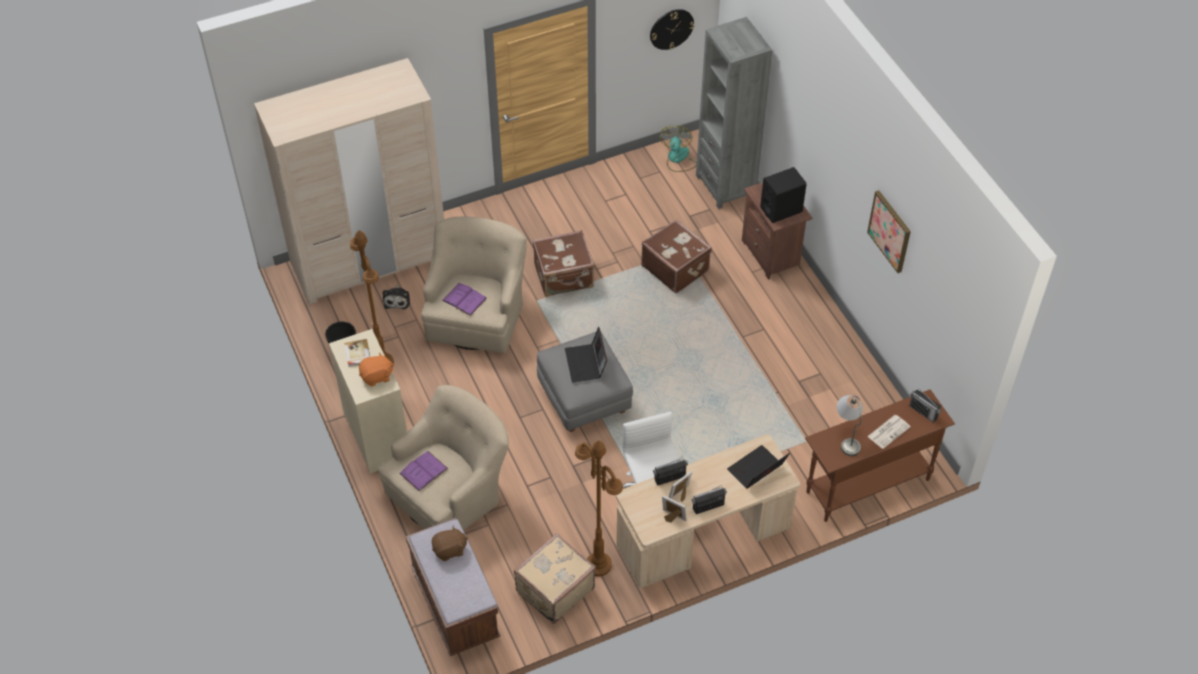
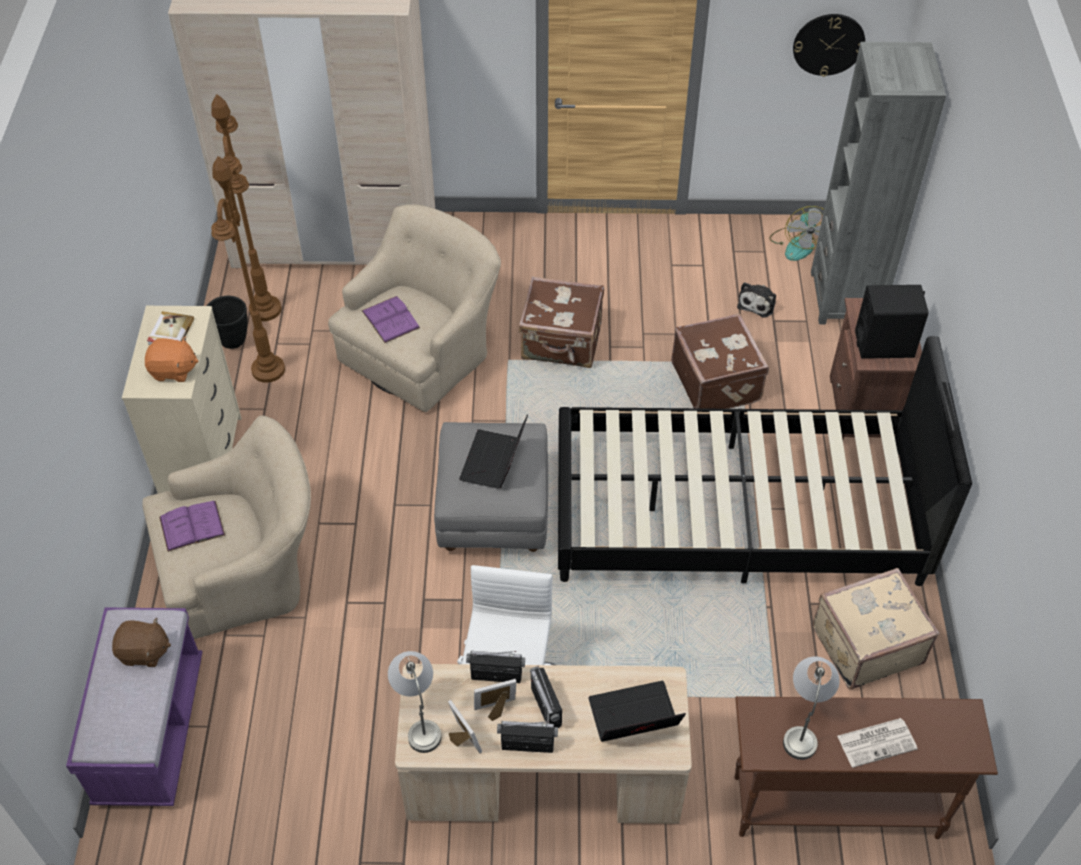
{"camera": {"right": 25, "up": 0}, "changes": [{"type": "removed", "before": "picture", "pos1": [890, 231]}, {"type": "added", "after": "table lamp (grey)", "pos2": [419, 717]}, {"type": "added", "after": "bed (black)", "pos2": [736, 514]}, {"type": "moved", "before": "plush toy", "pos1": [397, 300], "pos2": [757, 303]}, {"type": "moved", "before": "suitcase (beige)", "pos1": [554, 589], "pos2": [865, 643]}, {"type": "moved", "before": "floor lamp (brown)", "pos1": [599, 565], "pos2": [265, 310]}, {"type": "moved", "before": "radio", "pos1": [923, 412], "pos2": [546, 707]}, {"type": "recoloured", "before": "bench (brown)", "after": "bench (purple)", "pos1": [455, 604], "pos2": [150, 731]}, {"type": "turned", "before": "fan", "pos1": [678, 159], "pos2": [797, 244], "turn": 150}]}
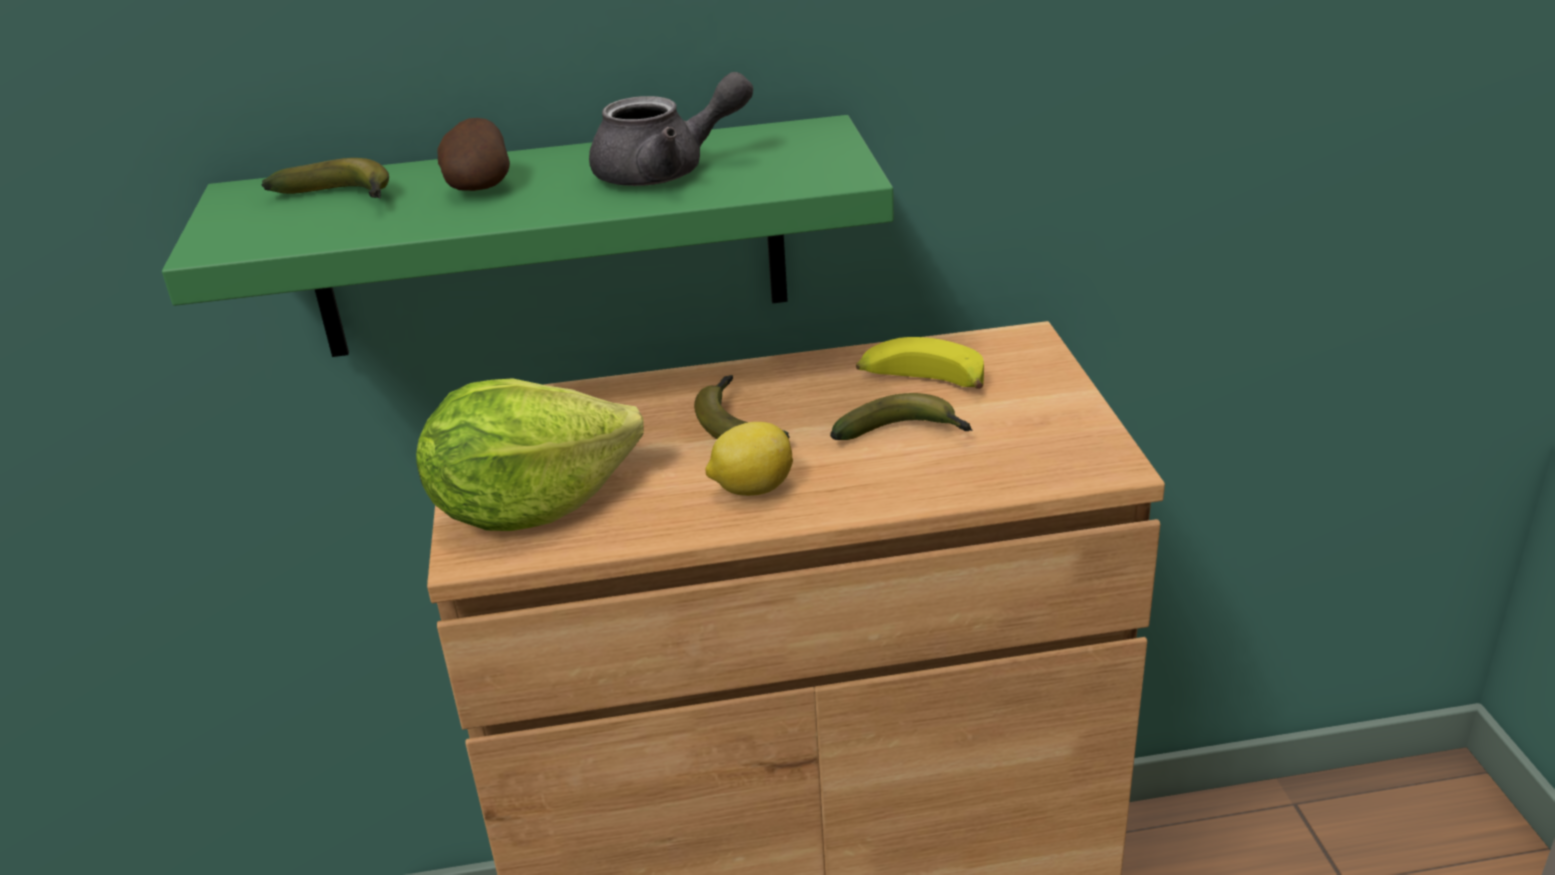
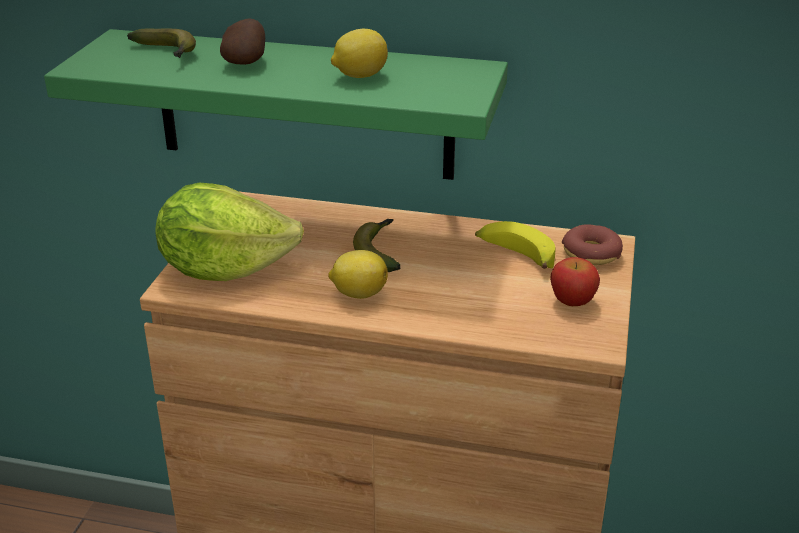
{"camera": {"right": 20, "up": 0}, "changes": [{"type": "removed", "before": "banana", "pos1": [905, 434]}, {"type": "added", "after": "apple", "pos2": [572, 301]}, {"type": "added", "after": "donut", "pos2": [591, 254]}, {"type": "replaced", "before": "teapot (grey)", "after": "lemon", "pos1": [666, 171], "pos2": [359, 76]}]}
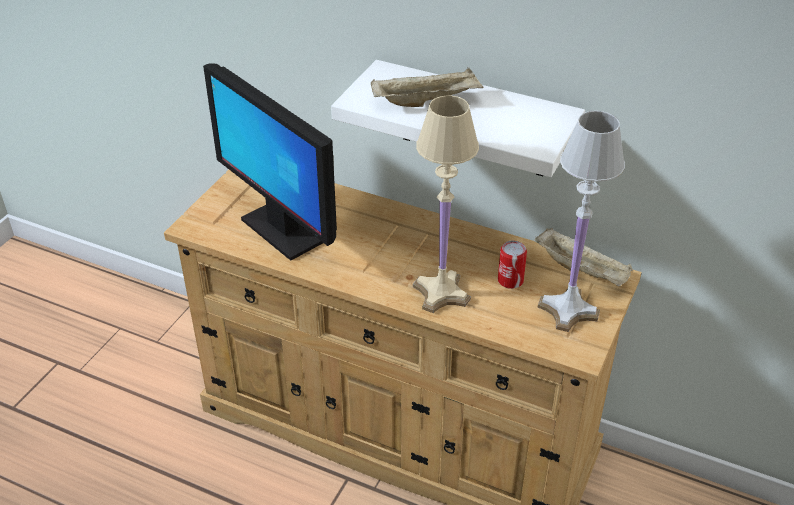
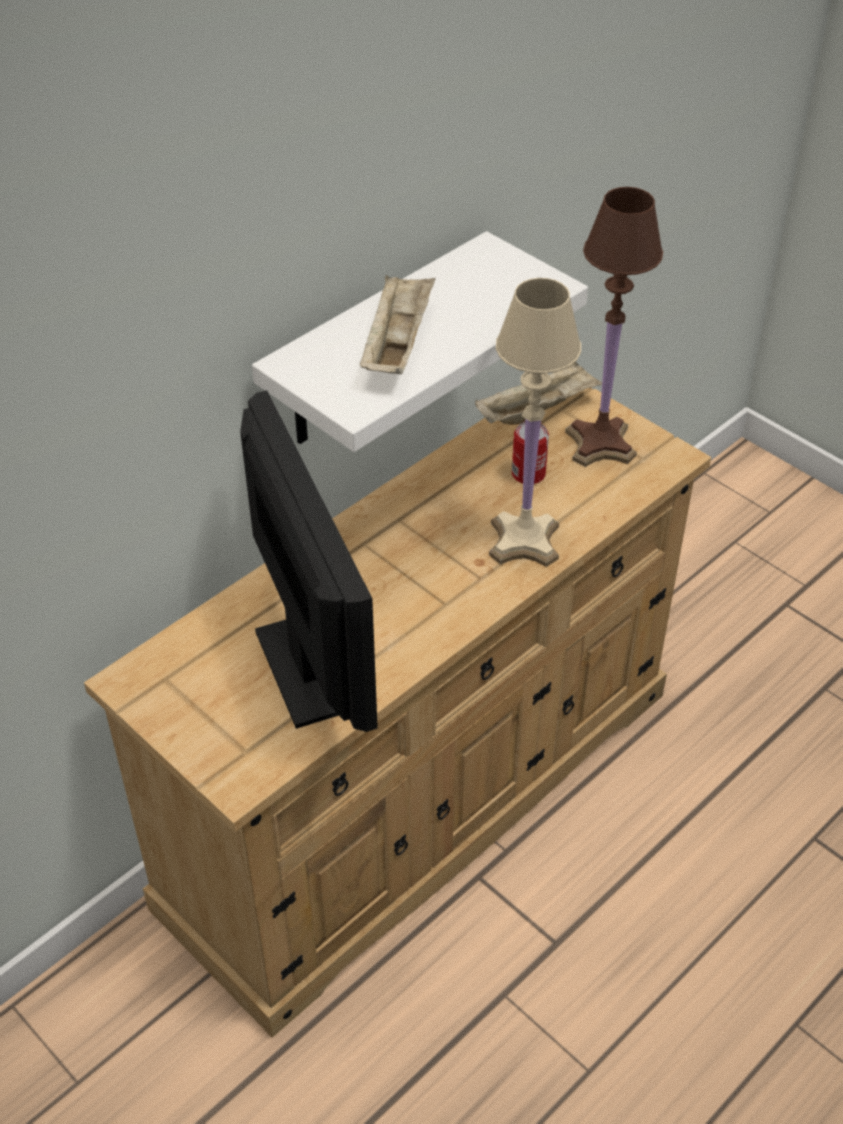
{"camera": {"right": -70, "up": 5}, "changes": [{"type": "recoloured", "before": "table lamp (white)", "after": "table lamp (brown)", "pos1": [567, 309], "pos2": [599, 444]}, {"type": "turned", "before": "monitor", "pos1": [283, 230], "pos2": [309, 670], "turn": -90}]}
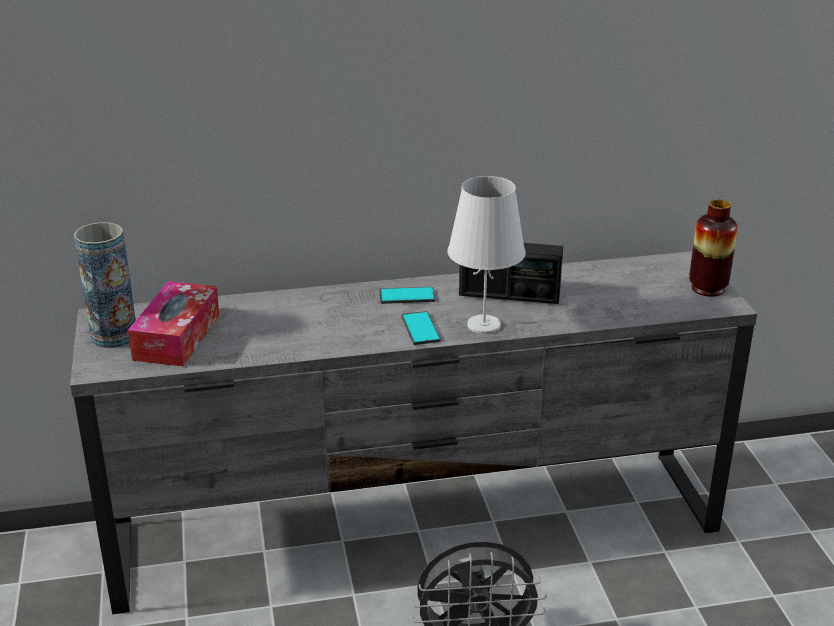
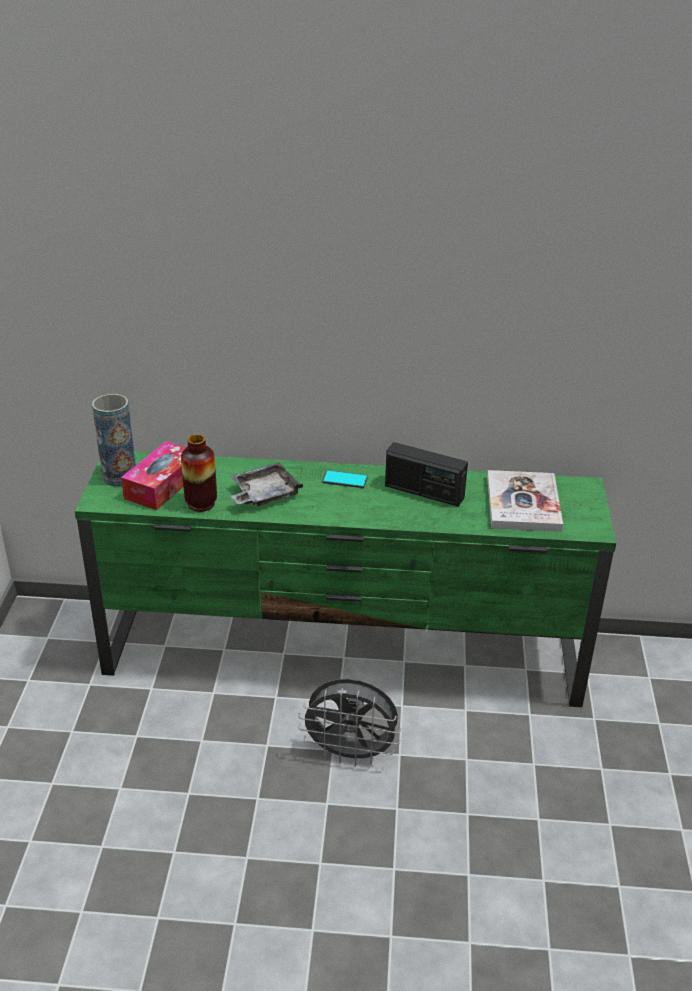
{"camera": {"right": 15, "up": 5}, "changes": [{"type": "removed", "before": "phone", "pos1": [420, 329]}, {"type": "removed", "before": "table lamp (white)", "pos1": [483, 325]}, {"type": "added", "after": "tray (grey)", "pos2": [264, 494]}, {"type": "added", "after": "book", "pos2": [523, 503]}, {"type": "moved", "before": "vase", "pos1": [707, 288], "pos2": [201, 504]}, {"type": "recoloured", "before": "tv stand (grey)", "after": "tv stand (green)", "pos1": [419, 528], "pos2": [345, 656]}]}
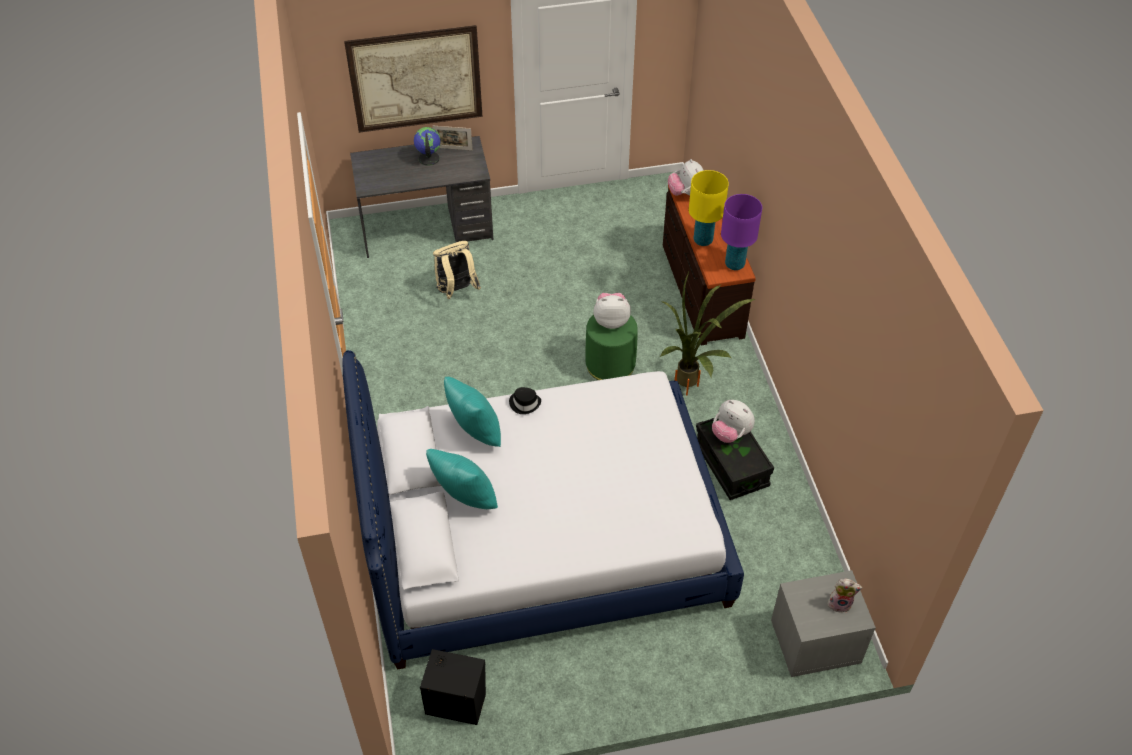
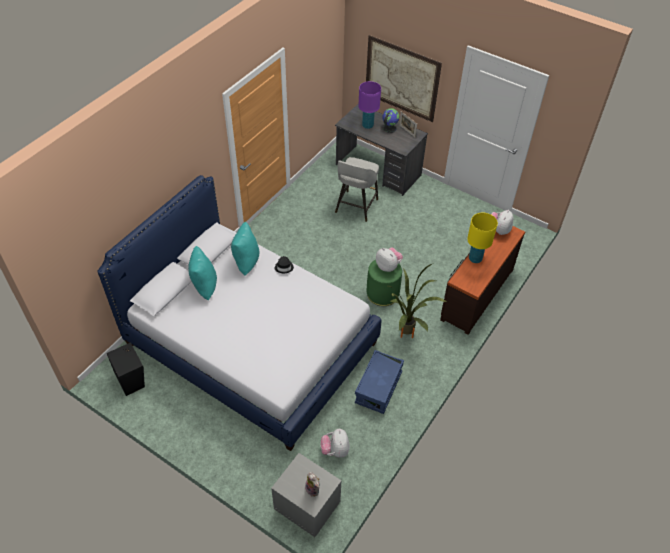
{"camera": {"right": 45, "up": 0}, "changes": [{"type": "moved", "before": "plush toy", "pos1": [730, 433], "pos2": [335, 450]}, {"type": "moved", "before": "table lamp (purple)", "pos1": [734, 264], "pos2": [367, 125]}, {"type": "replaced", "before": "backpack (beige)", "after": "stool (grey)", "pos1": [456, 291], "pos2": [356, 207]}, {"type": "recoloured", "before": "storage box (black)", "after": "storage box (blue)", "pos1": [731, 465], "pos2": [378, 388]}]}
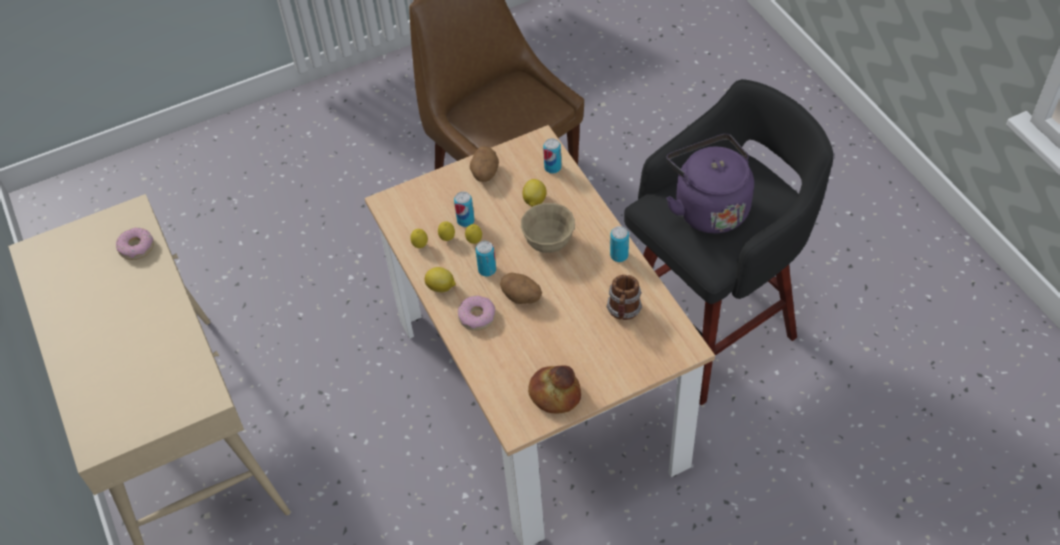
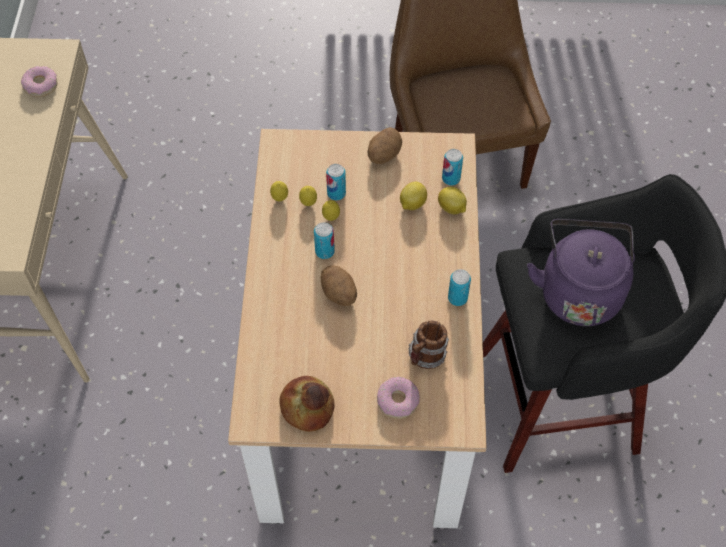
{"camera": {"right": 25, "up": 5}, "changes": [{"type": "removed", "before": "bowl (beige)", "pos1": [548, 242]}, {"type": "moved", "before": "lemon", "pos1": [441, 287], "pos2": [452, 208]}, {"type": "moved", "before": "donut", "pos1": [476, 317], "pos2": [397, 401]}]}
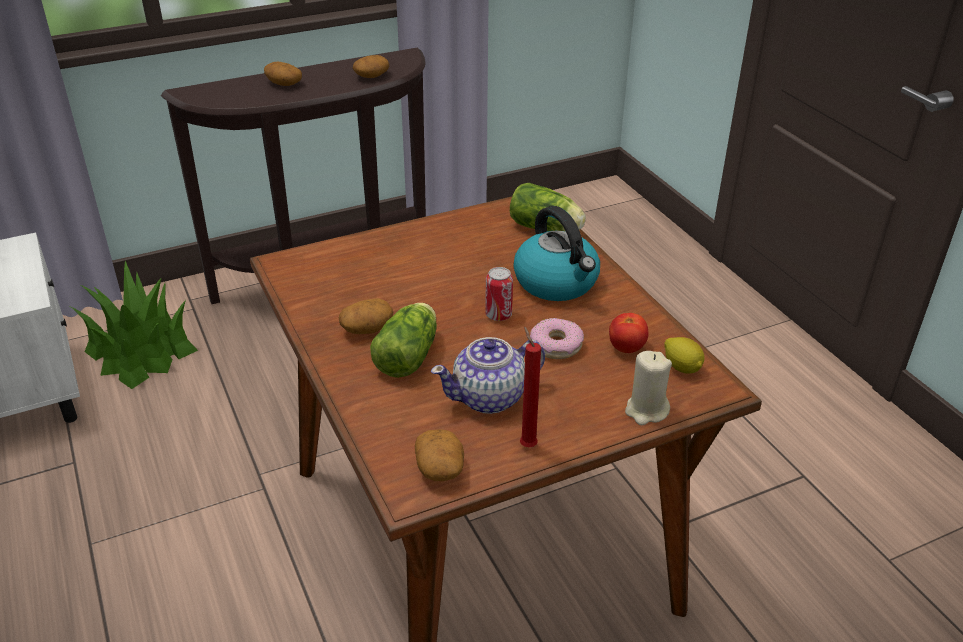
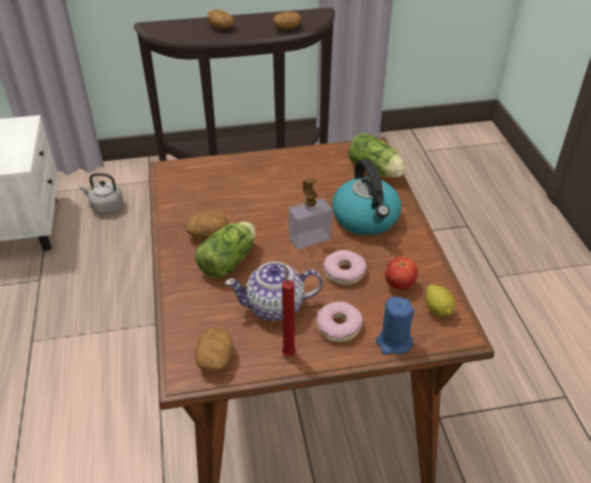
{"camera": {"right": 15, "up": 5}, "changes": [{"type": "added", "after": "donut", "pos2": [339, 327]}, {"type": "replaced", "before": "potted plant", "after": "kettle (grey)", "pos1": [140, 351], "pos2": [105, 207]}, {"type": "replaced", "before": "can", "after": "soap dispenser", "pos1": [498, 315], "pos2": [309, 239]}, {"type": "recoloured", "before": "candle (beige)", "after": "candle (blue)", "pos1": [646, 411], "pos2": [393, 342]}]}
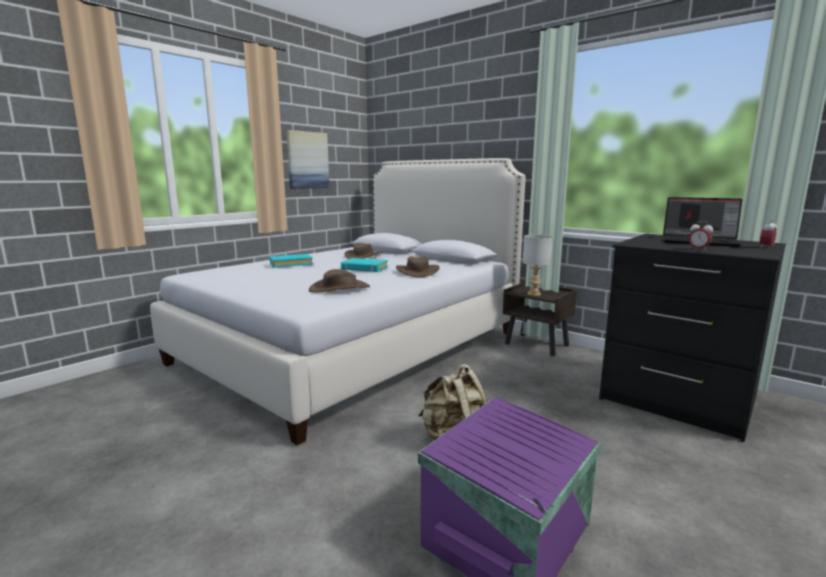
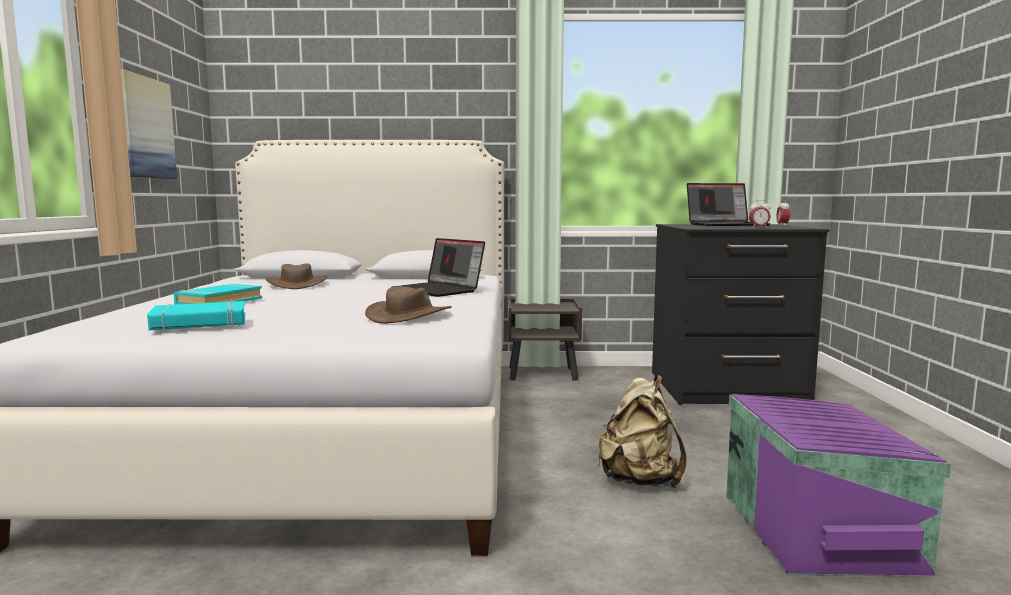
{"camera": {"right": -40, "up": -5}, "changes": [{"type": "removed", "before": "table lamp (grey)", "pos1": [534, 294]}, {"type": "moved", "before": "book (turquoise)", "pos1": [364, 268], "pos2": [199, 323]}, {"type": "replaced", "before": "hat (brown)", "after": "laptop", "pos1": [417, 272], "pos2": [439, 290]}]}
